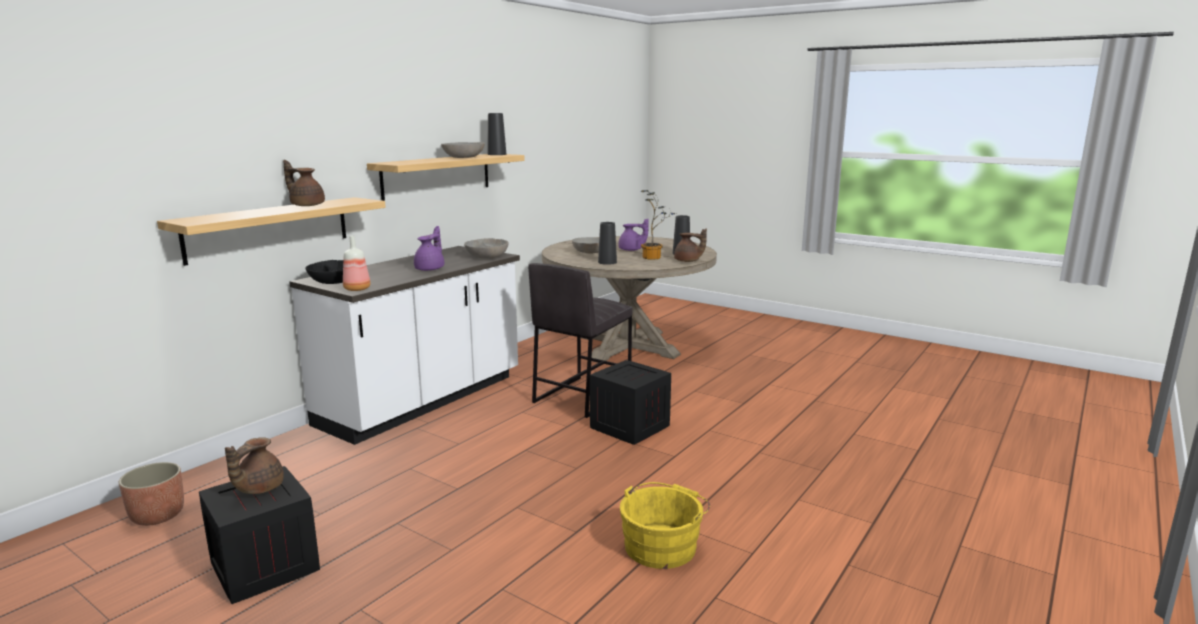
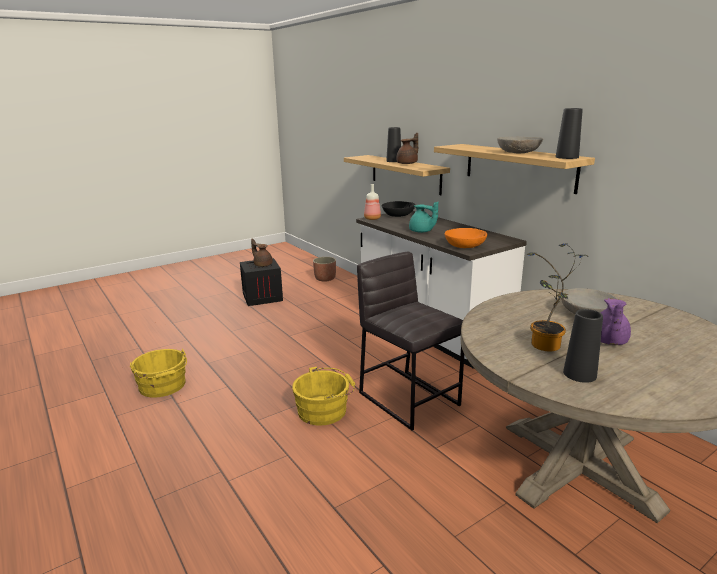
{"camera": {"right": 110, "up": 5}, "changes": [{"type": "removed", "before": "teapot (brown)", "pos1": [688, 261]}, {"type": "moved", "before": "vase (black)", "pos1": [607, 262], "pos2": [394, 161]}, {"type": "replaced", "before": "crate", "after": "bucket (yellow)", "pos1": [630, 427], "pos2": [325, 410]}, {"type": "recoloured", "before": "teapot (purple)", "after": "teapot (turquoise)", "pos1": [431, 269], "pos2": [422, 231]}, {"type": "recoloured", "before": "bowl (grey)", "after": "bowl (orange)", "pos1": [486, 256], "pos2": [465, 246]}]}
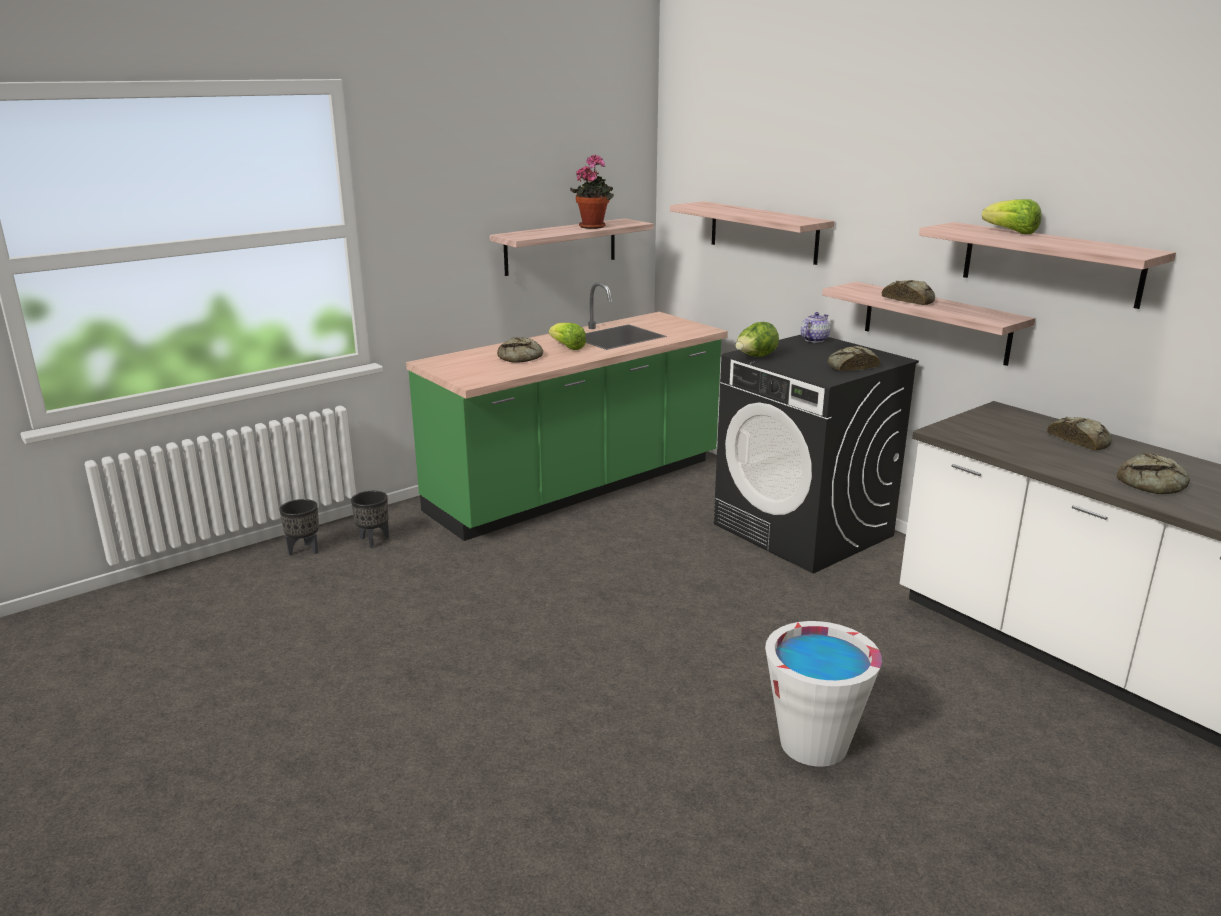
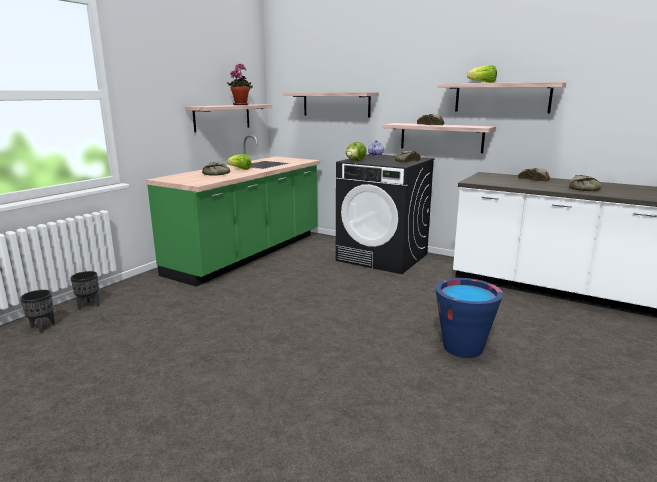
{"camera": {"right": -20, "up": -5}, "changes": [{"type": "moved", "before": "planter (black)", "pos1": [374, 541], "pos2": [43, 327]}, {"type": "recoloured", "before": "bucket (white)", "after": "bucket (blue)", "pos1": [813, 744], "pos2": [463, 347]}]}
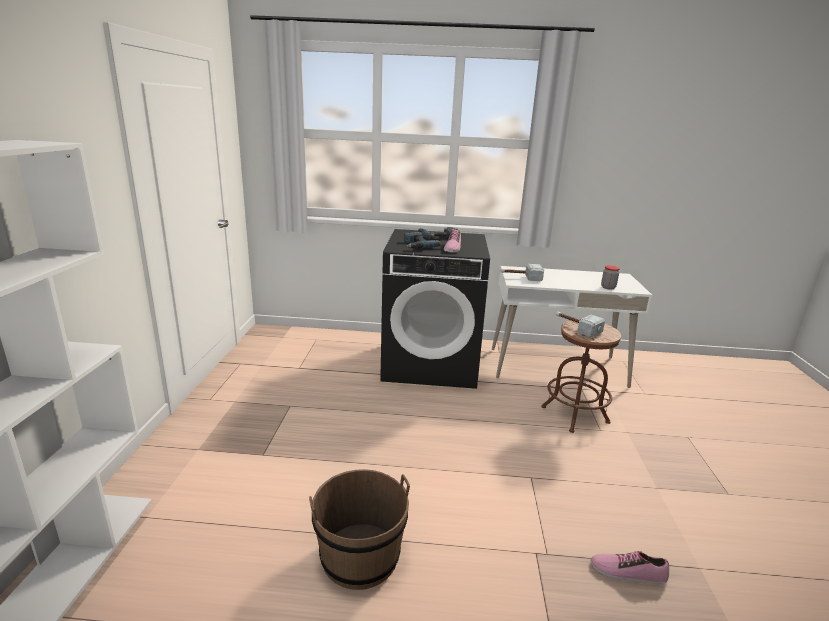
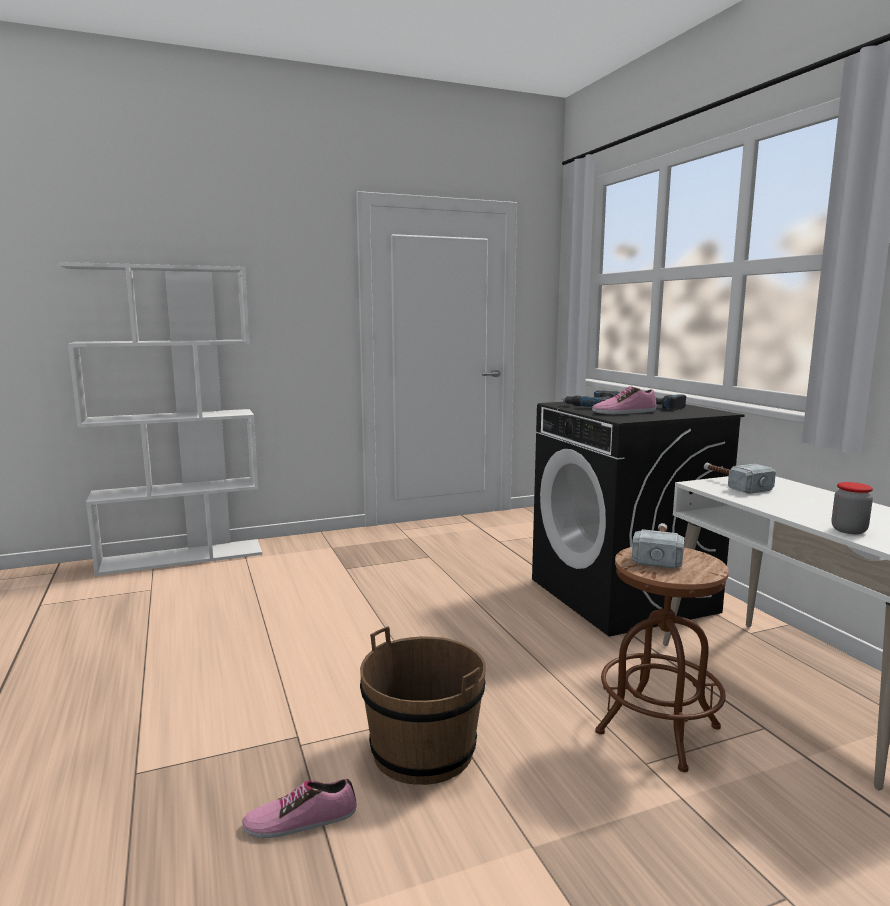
{"camera": {"right": 65, "up": -10}, "changes": [{"type": "moved", "before": "bucket (brown)", "pos1": [360, 556], "pos2": [423, 750]}, {"type": "turned", "before": "shoe", "pos1": [627, 571], "pos2": [300, 819], "turn": -90}]}
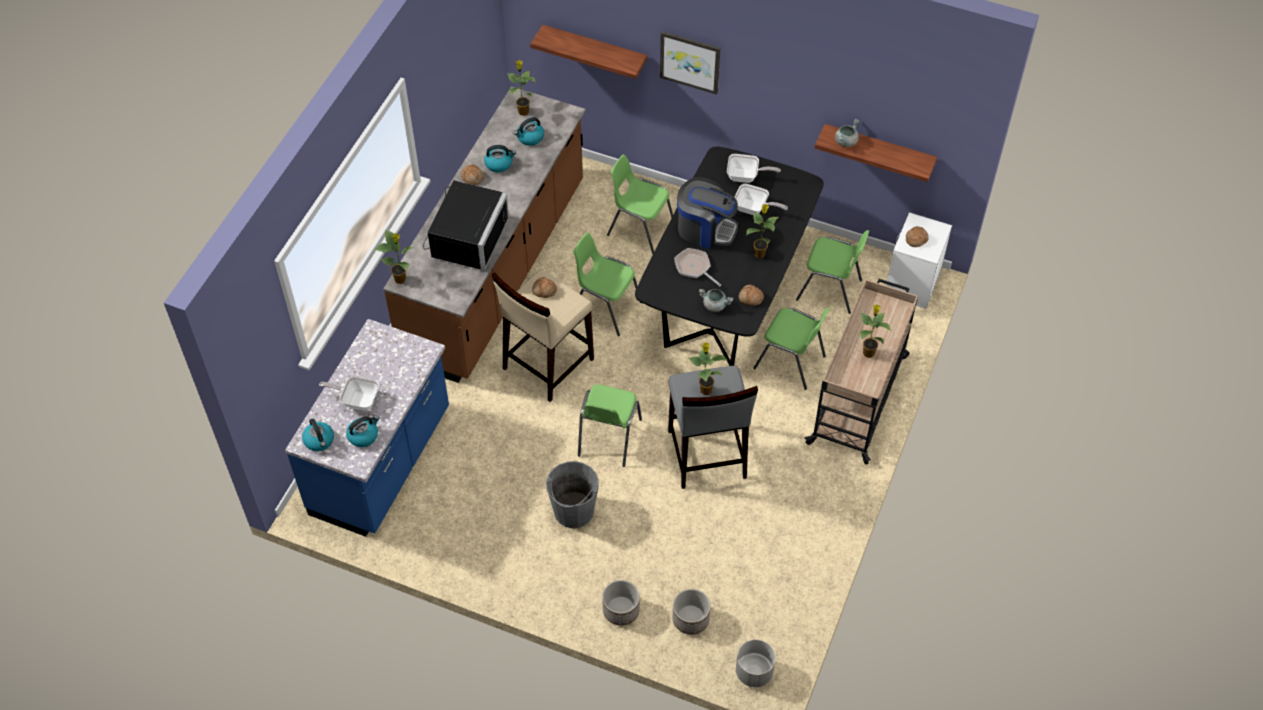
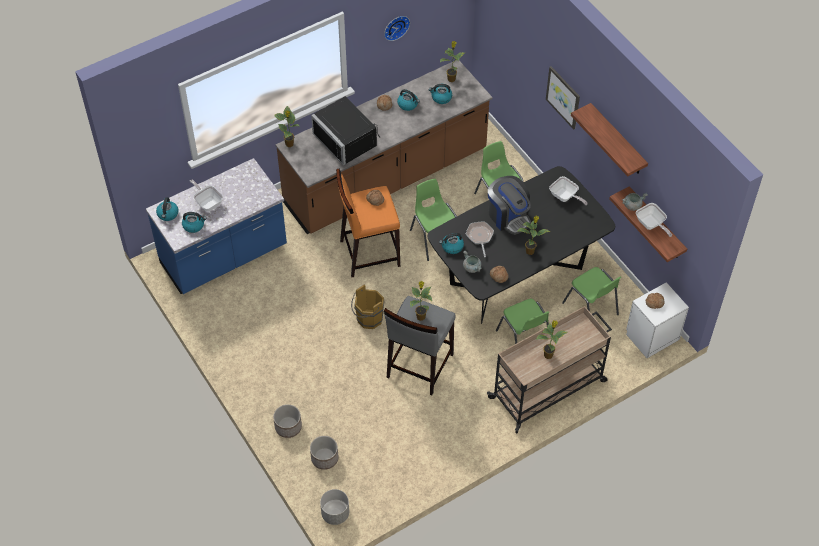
{"camera": {"right": 35, "up": 0}, "changes": [{"type": "removed", "before": "bucket (grey)", "pos1": [573, 511]}, {"type": "added", "after": "wall clock", "pos2": [395, 26]}, {"type": "added", "after": "kettle", "pos2": [452, 247]}, {"type": "moved", "before": "shelf", "pos1": [594, 51], "pos2": [617, 140]}, {"type": "moved", "before": "frying pan", "pos1": [754, 209], "pos2": [651, 225]}, {"type": "replaced", "before": "chair (green)", "after": "bucket (brown)", "pos1": [608, 438], "pos2": [368, 320]}, {"type": "recoloured", "before": "stool (beige)", "after": "stool (orange)", "pos1": [547, 364], "pos2": [369, 253]}, {"type": "turned", "before": "microwave (black)", "pos1": [465, 237], "pos2": [348, 139], "turn": 90}]}
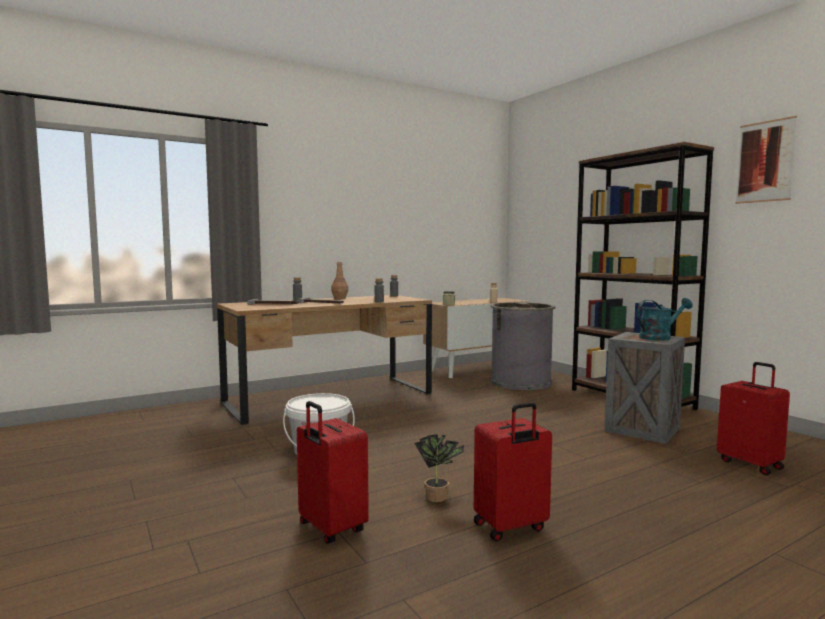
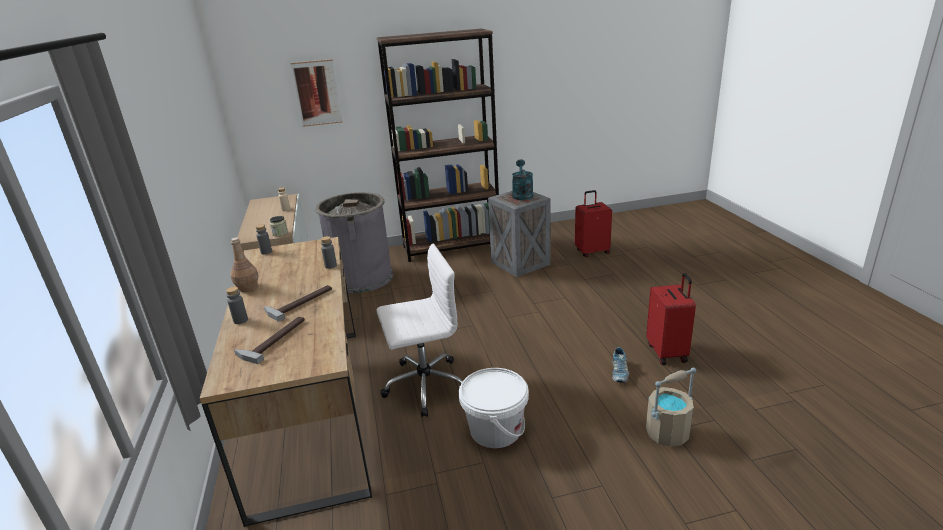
{"camera": {"right": -70, "up": 20}, "changes": [{"type": "added", "after": "office chair (white)", "pos2": [424, 385]}, {"type": "moved", "before": "picture", "pos1": [765, 161], "pos2": [317, 93]}, {"type": "replaced", "before": "suitcase (red)", "after": "bucket (beige)", "pos1": [330, 529], "pos2": [667, 433]}, {"type": "replaced", "before": "potted plant", "after": "shoe", "pos1": [439, 497], "pos2": [619, 372]}]}
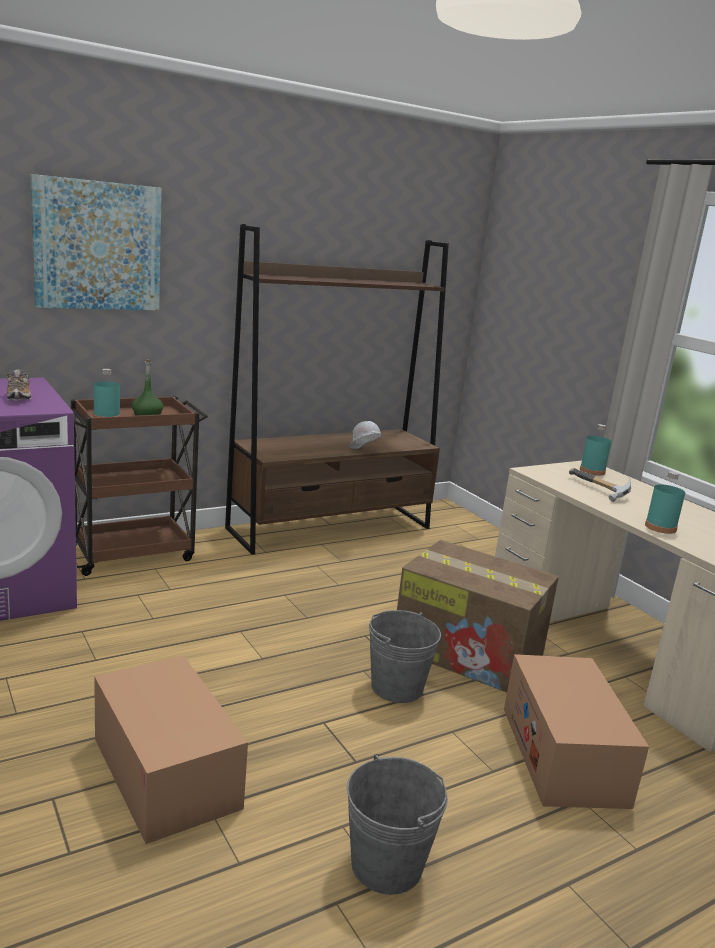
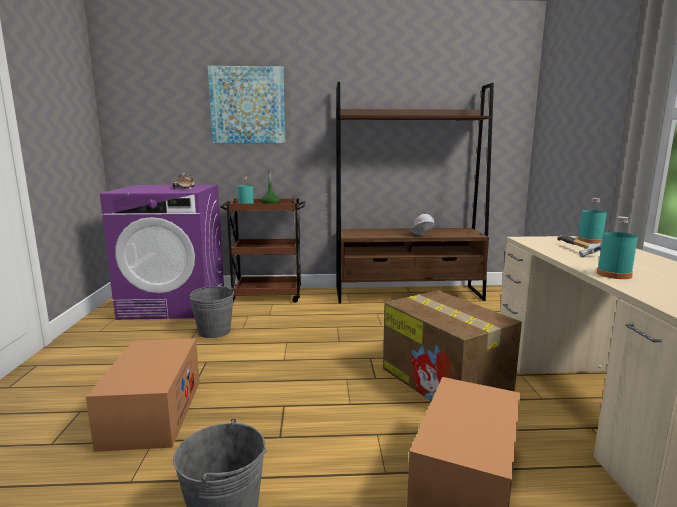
{"camera": {"right": 30, "up": -5}, "changes": [{"type": "moved", "before": "bucket (grey)", "pos1": [397, 687], "pos2": [214, 331]}]}
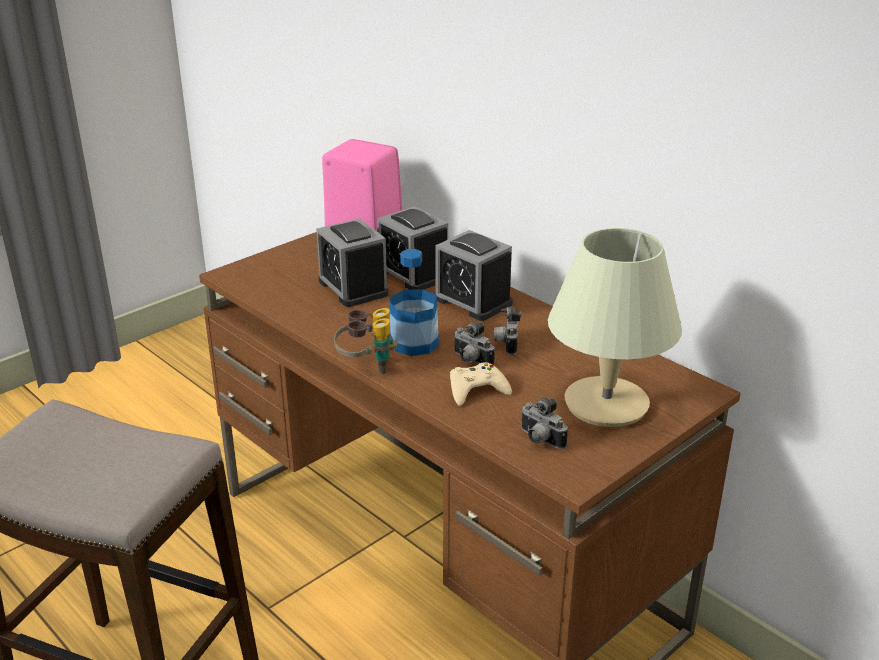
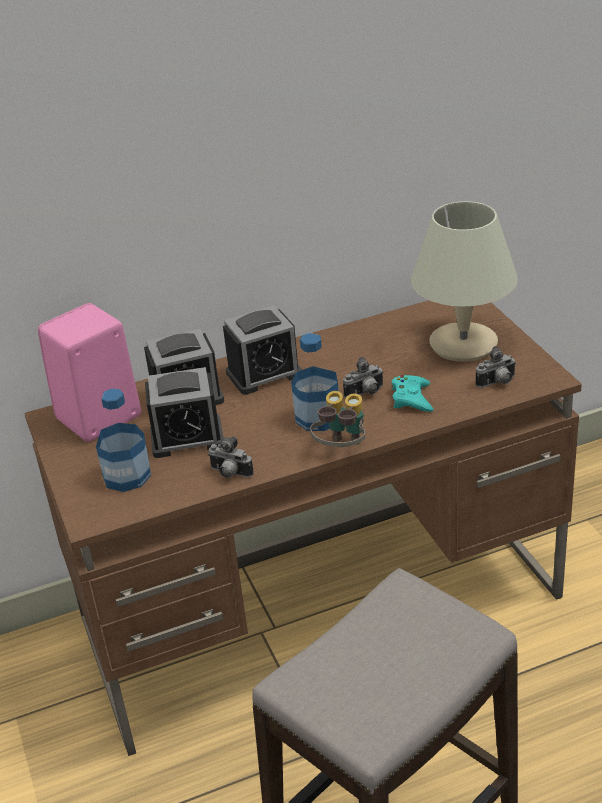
{"camera": {"right": -65, "up": 5}, "changes": [{"type": "added", "after": "bottle", "pos2": [127, 476]}, {"type": "moved", "before": "photo camera", "pos1": [506, 343], "pos2": [230, 474]}, {"type": "recoloured", "before": "game controller (beige)", "after": "game controller (turquoise)", "pos1": [476, 389], "pos2": [412, 398]}]}
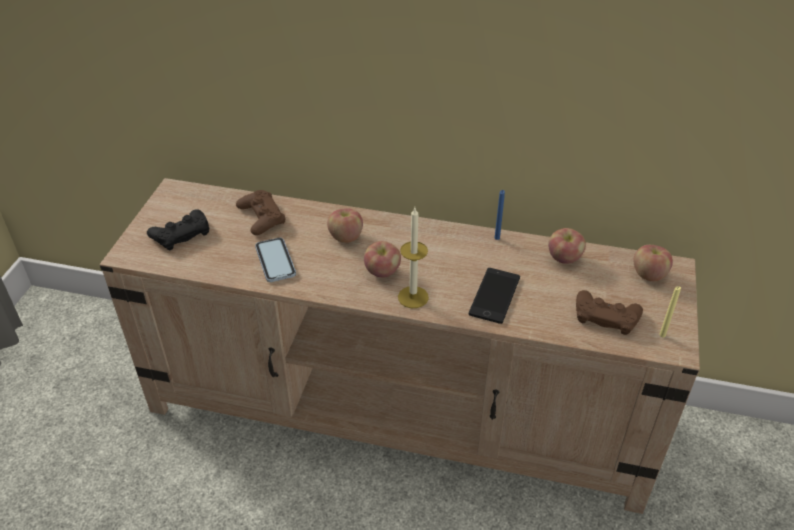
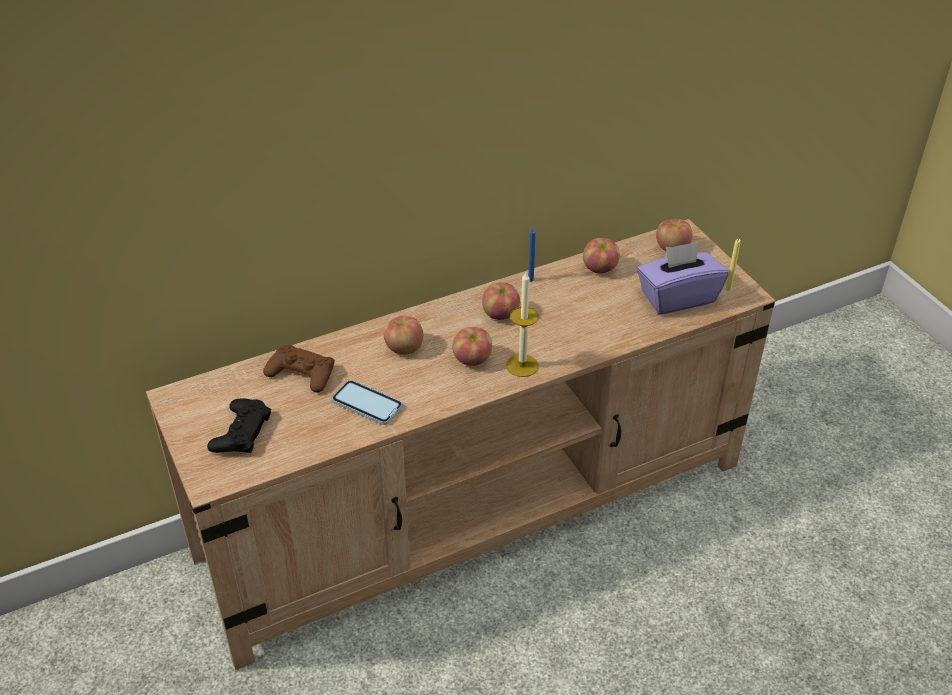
{"camera": {"right": -40, "up": 0}, "changes": [{"type": "removed", "before": "phone", "pos1": [494, 296]}, {"type": "added", "after": "apple", "pos2": [500, 314]}, {"type": "replaced", "before": "game controller (brown)", "after": "tissue box (purple)", "pos1": [606, 316], "pos2": [677, 297]}]}
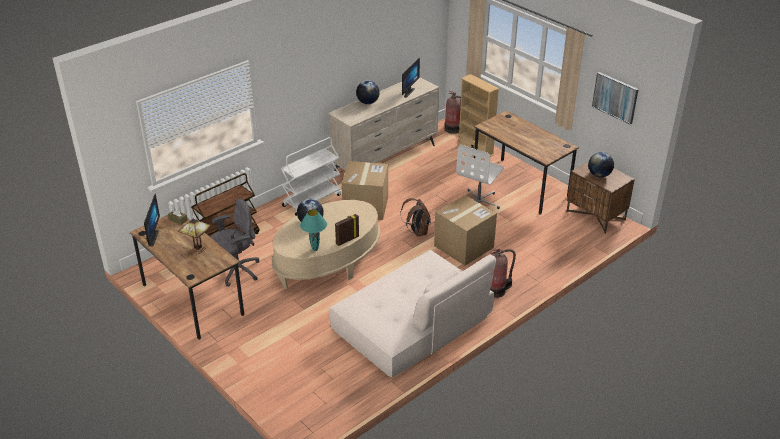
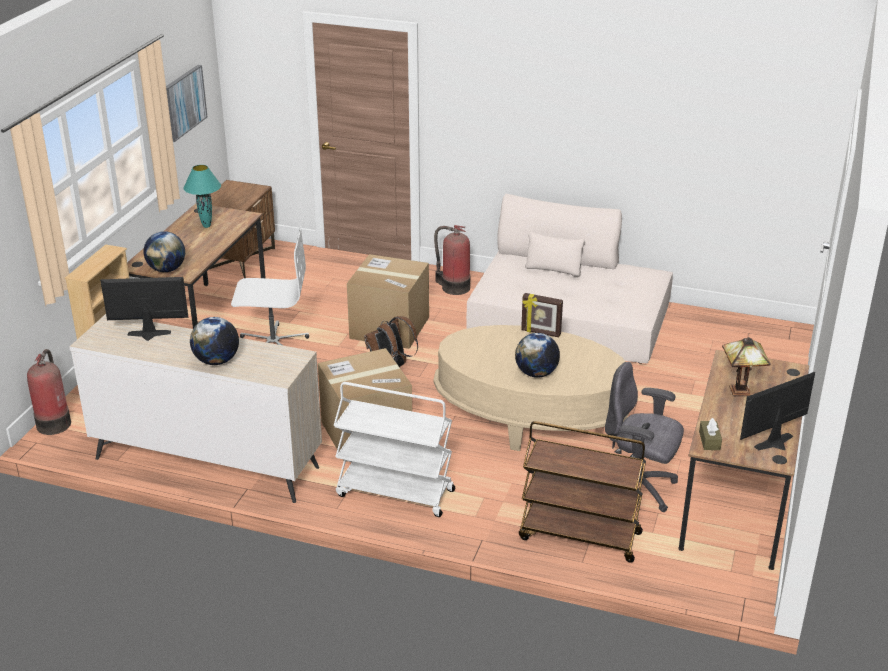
{"camera": {"right": -120, "up": -5}, "changes": [{"type": "moved", "before": "table lamp (turquoise)", "pos1": [314, 249], "pos2": [207, 226]}, {"type": "moved", "before": "globe", "pos1": [599, 175], "pos2": [167, 269]}]}
